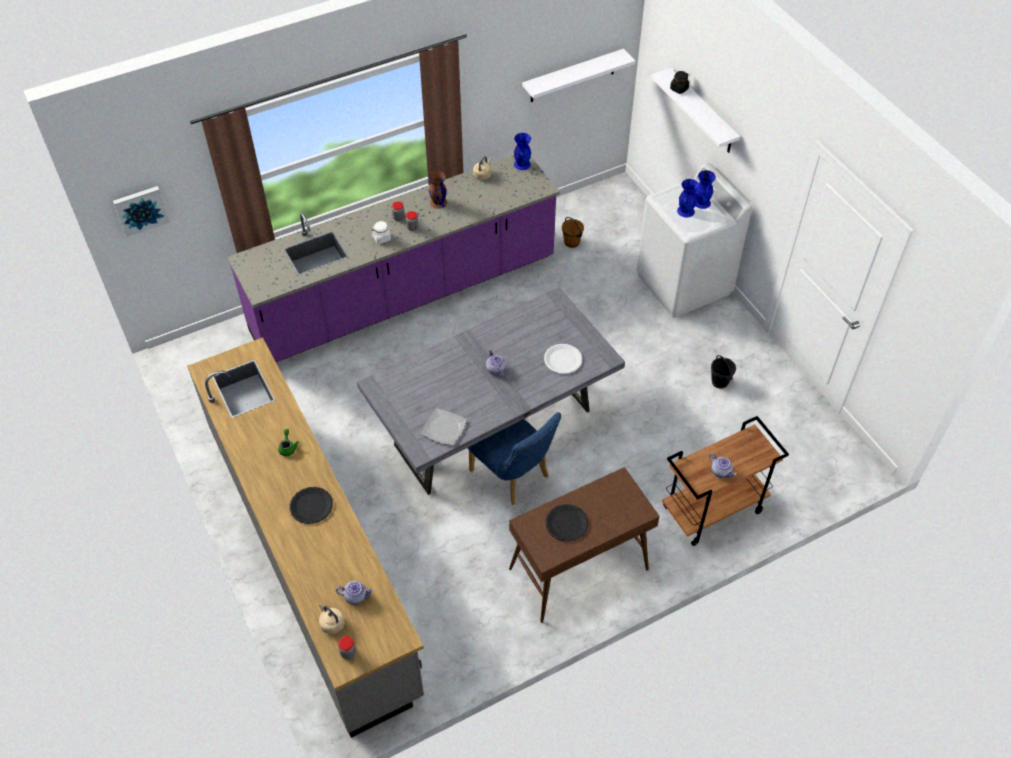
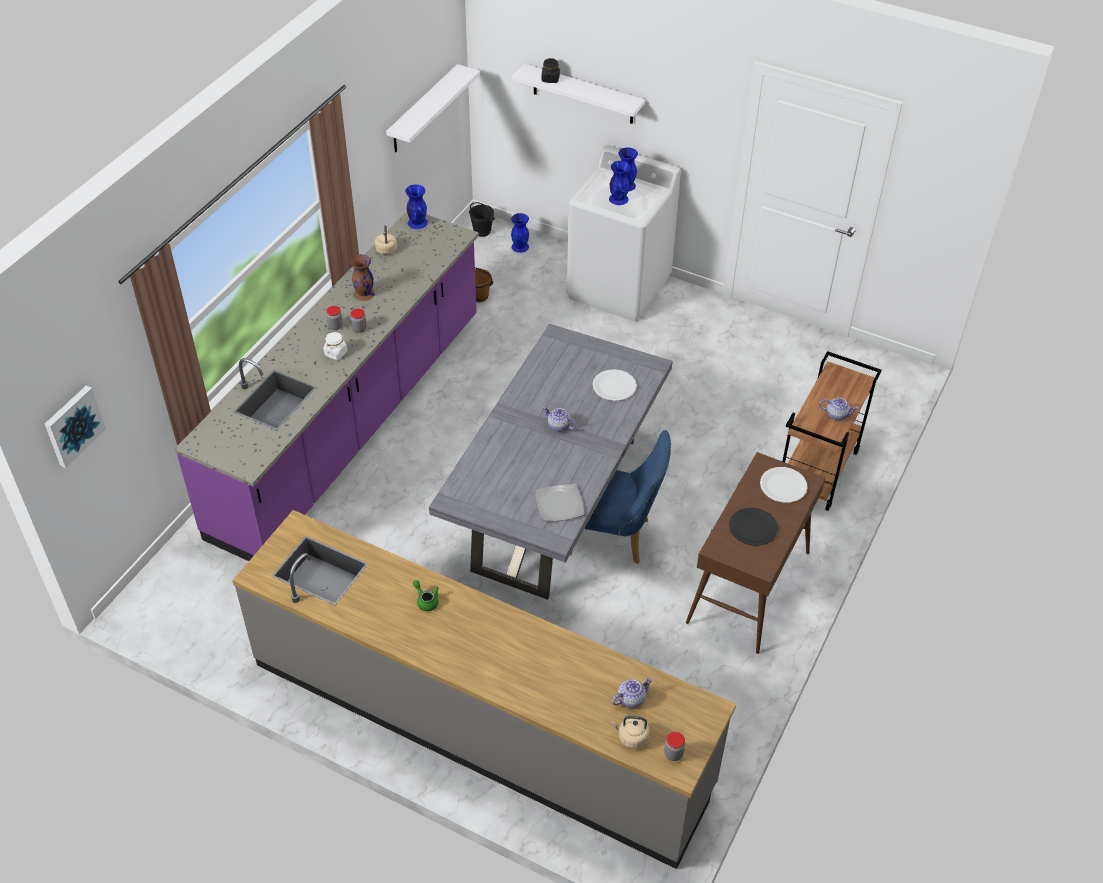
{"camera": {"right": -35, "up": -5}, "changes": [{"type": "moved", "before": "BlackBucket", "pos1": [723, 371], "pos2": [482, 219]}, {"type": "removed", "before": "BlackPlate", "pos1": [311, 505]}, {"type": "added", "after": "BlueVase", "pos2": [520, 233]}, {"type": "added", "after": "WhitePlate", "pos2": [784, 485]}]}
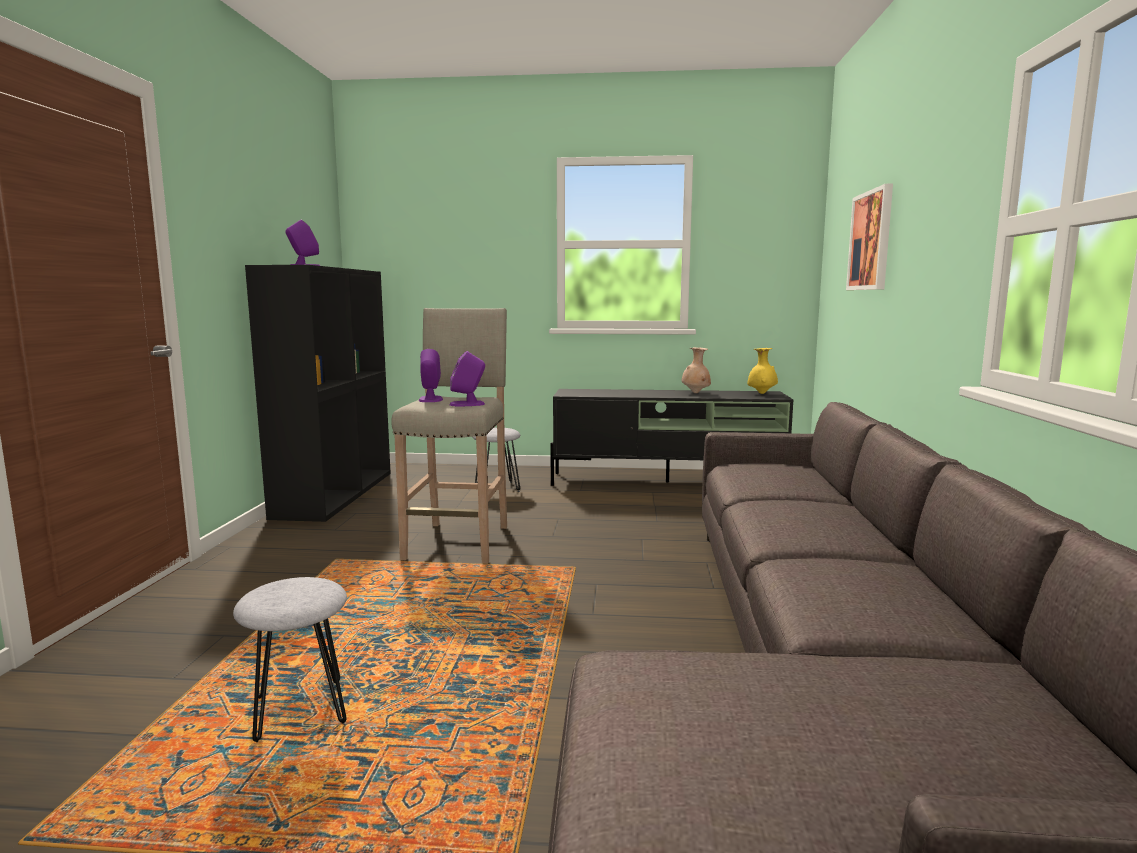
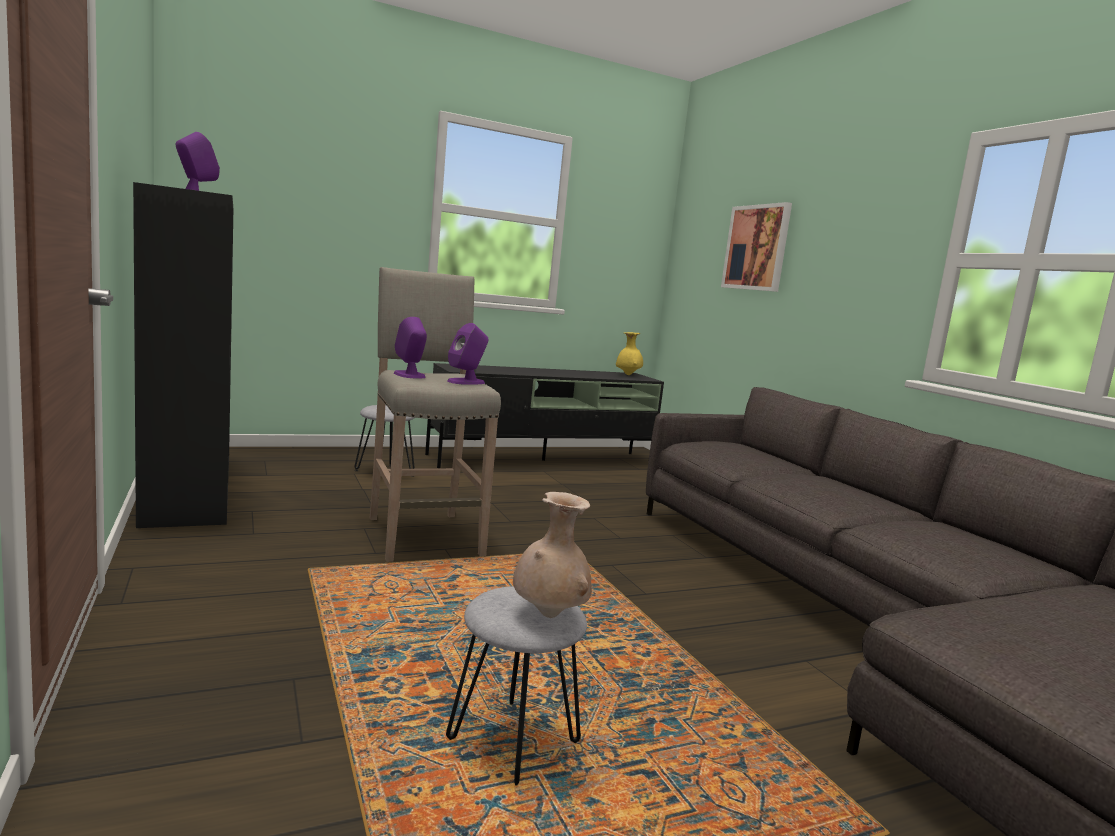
{"camera": {"right": -30, "up": 0}, "changes": [{"type": "moved", "before": "BeigeVase", "pos1": [696, 370], "pos2": [552, 555]}]}
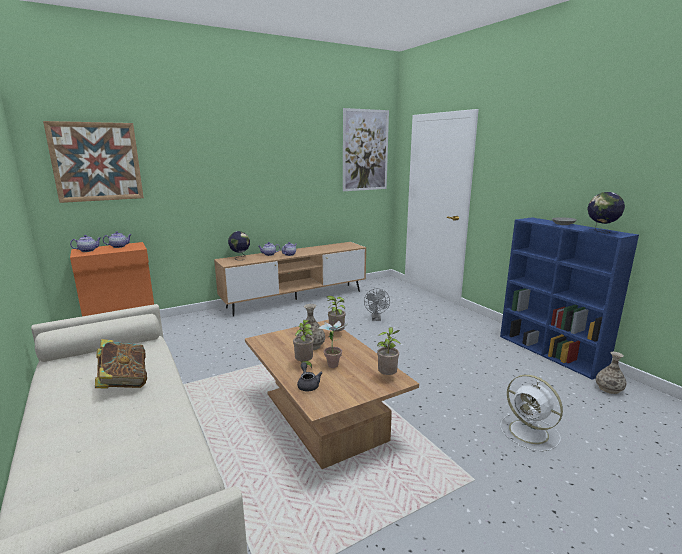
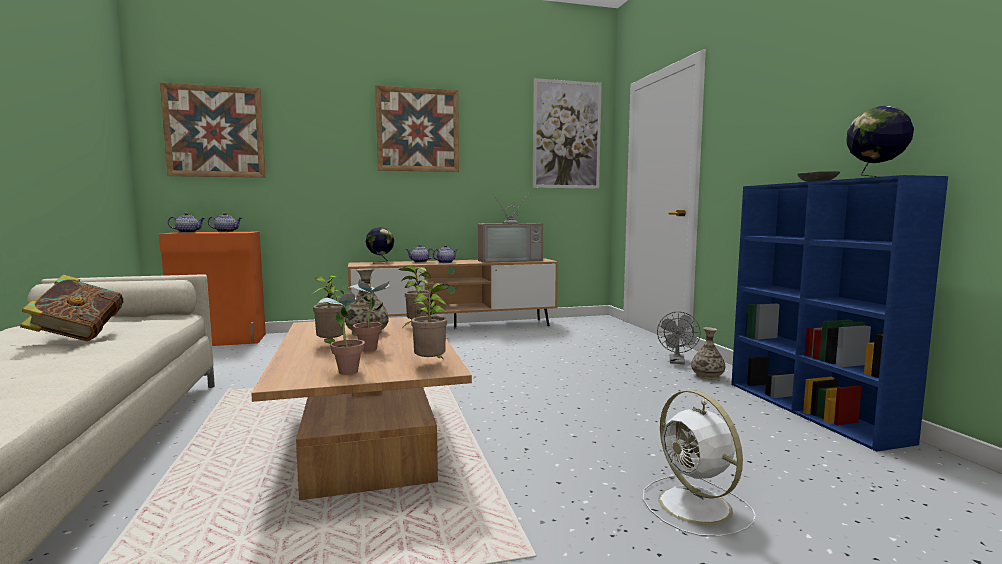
{"camera": {"right": 15, "up": -10}, "changes": [{"type": "moved", "before": "GreyFan", "pos1": [377, 304], "pos2": [679, 337]}, {"type": "moved", "before": "Vase", "pos1": [611, 373], "pos2": [708, 353]}, {"type": "removed", "before": "GreyTeapot", "pos1": [309, 376]}, {"type": "added", "after": "Picture", "pos2": [417, 128]}, {"type": "added", "after": "Television", "pos2": [510, 227]}, {"type": "added", "after": "PottedPlant", "pos2": [344, 330]}]}
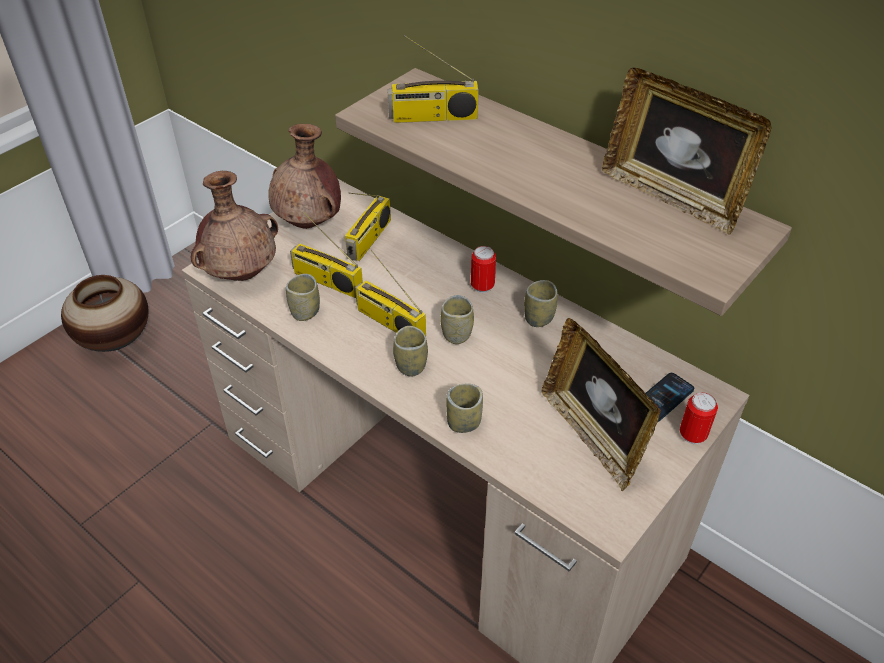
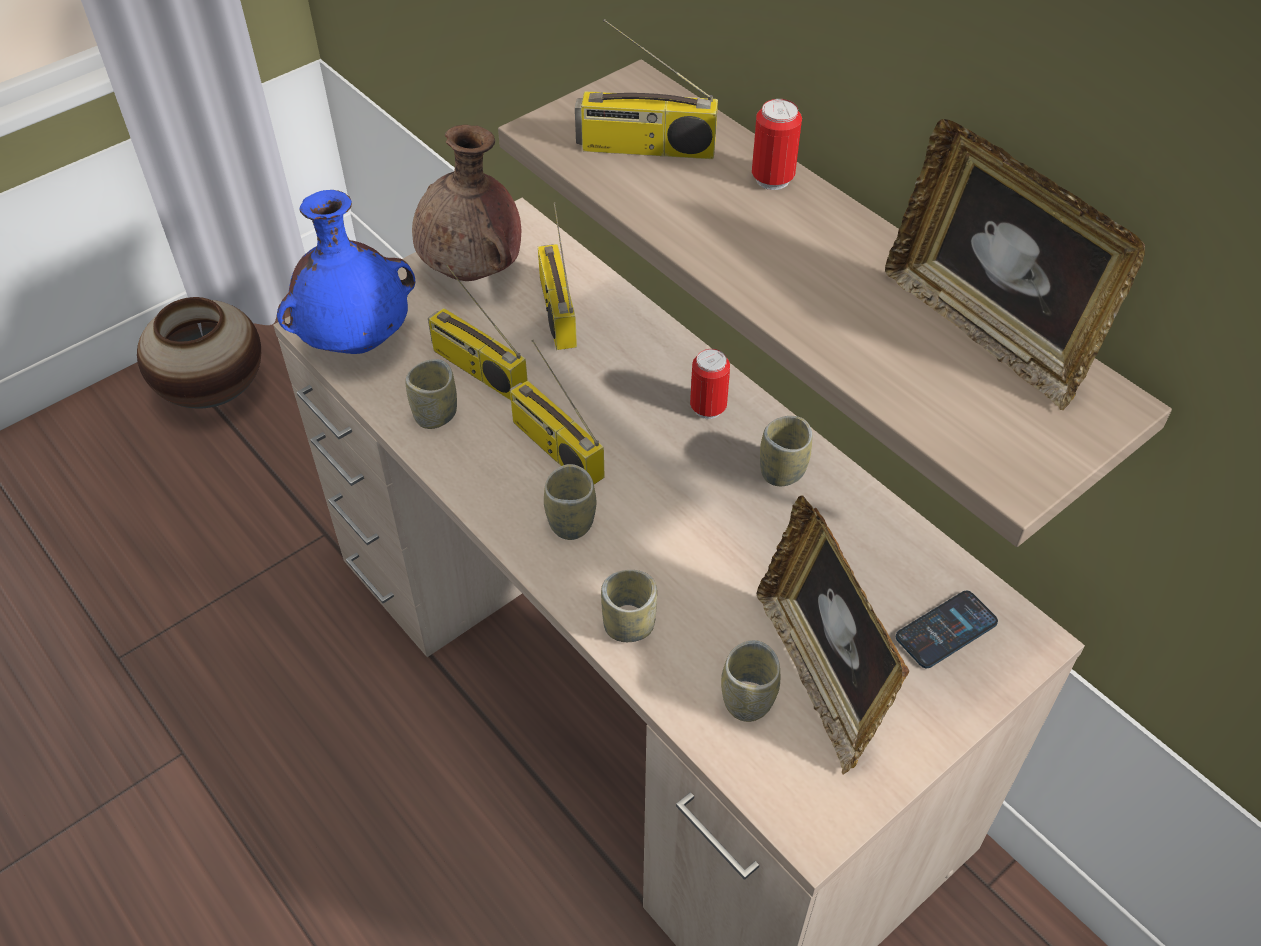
{"camera": {"right": 10, "up": 5}, "changes": [{"type": "recoloured", "before": "BrownVase", "after": "BlueVase", "pos1": [234, 226], "pos2": [346, 272]}, {"type": "turned", "before": "Radio", "pos1": [368, 226], "pos2": [557, 276], "turn": 135}, {"type": "moved", "before": "Cup", "pos1": [457, 319], "pos2": [750, 681]}, {"type": "moved", "before": "Can", "pos1": [699, 418], "pos2": [777, 144]}]}
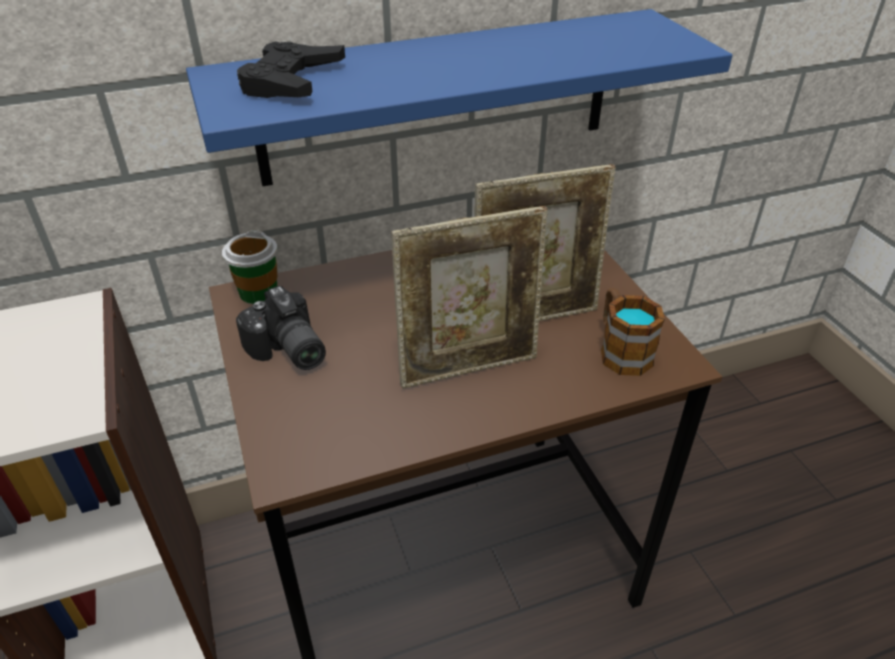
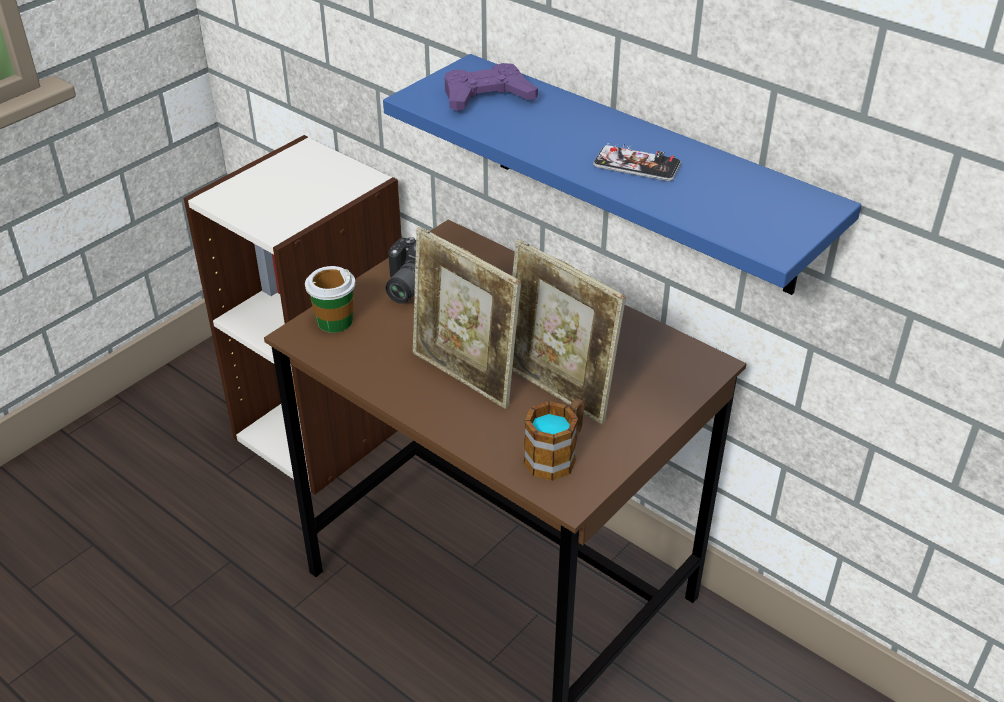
{"camera": {"right": 60, "up": 0}, "changes": [{"type": "recoloured", "before": "BlackGameController", "after": "PurpleGameController", "pos1": [291, 69], "pos2": [491, 87]}, {"type": "moved", "before": "Cup", "pos1": [250, 267], "pos2": [330, 299]}, {"type": "added", "after": "Phone", "pos2": [637, 162]}]}
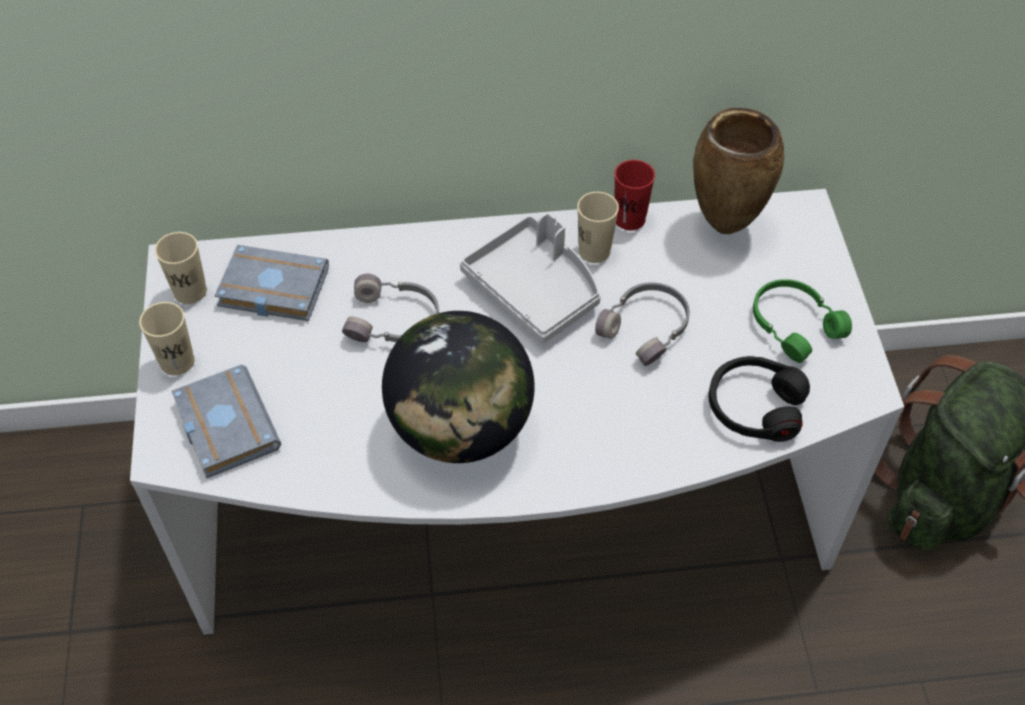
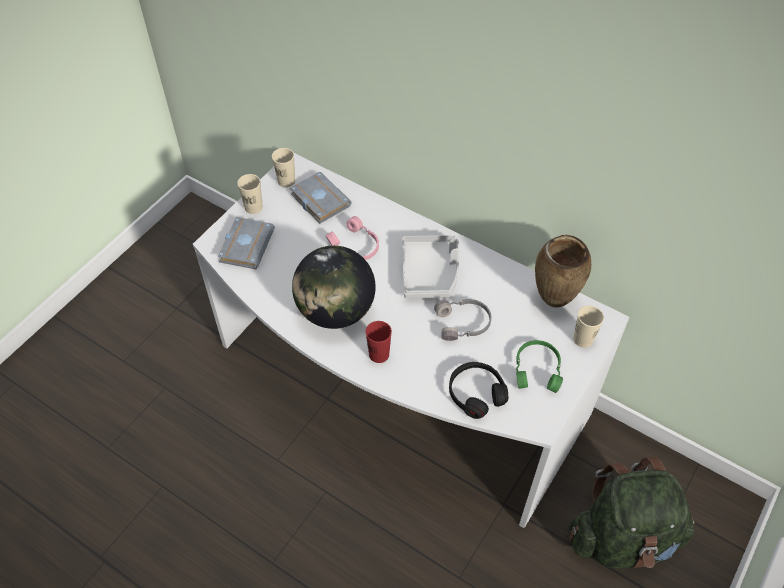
{"camera": {"right": 40, "up": 0}, "changes": [{"type": "moved", "before": "RedCup", "pos1": [634, 195], "pos2": [378, 342]}, {"type": "moved", "before": "BeigeCup", "pos1": [598, 227], "pos2": [588, 327]}, {"type": "recoloured", "before": "GreyHeadphones", "after": "PinkHeadphones", "pos1": [390, 308], "pos2": [352, 238]}]}
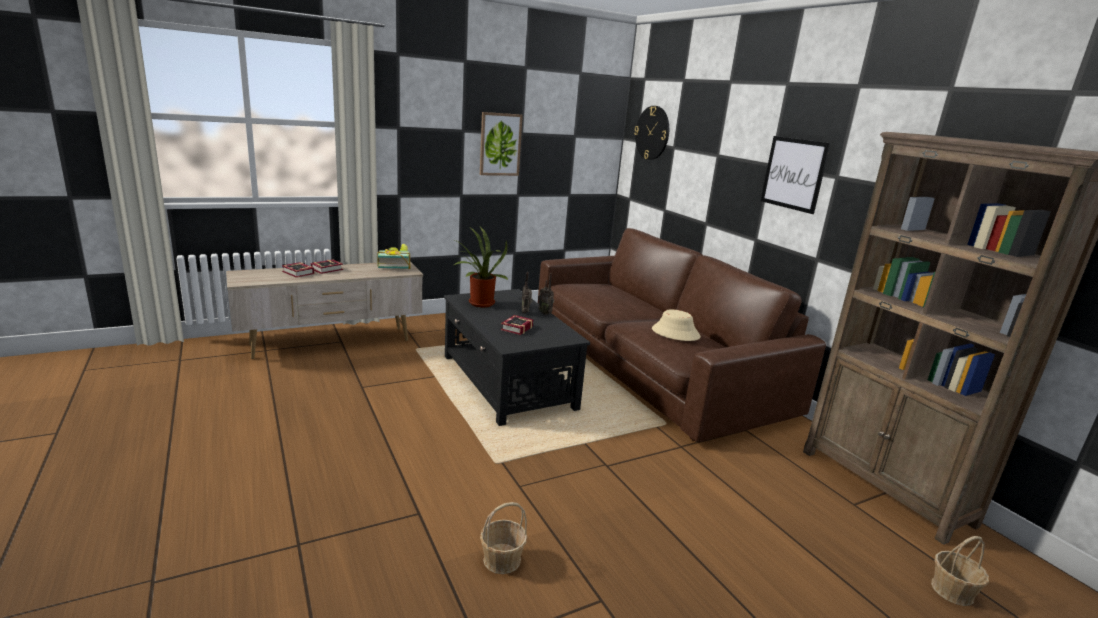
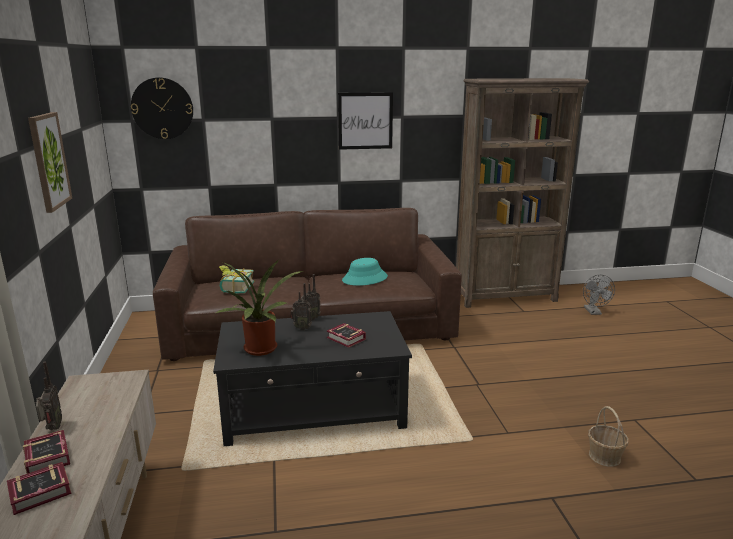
{"camera": {"right": -70, "up": 0}, "changes": [{"type": "moved", "before": "Book", "pos1": [394, 256], "pos2": [236, 279]}, {"type": "recoloured", "before": "BeigeHat", "after": "TurquoiseHat", "pos1": [676, 325], "pos2": [365, 272]}, {"type": "replaced", "before": "Basket", "after": "GreyFan", "pos1": [960, 571], "pos2": [599, 295]}, {"type": "added", "after": "Radio", "pos2": [49, 395]}]}
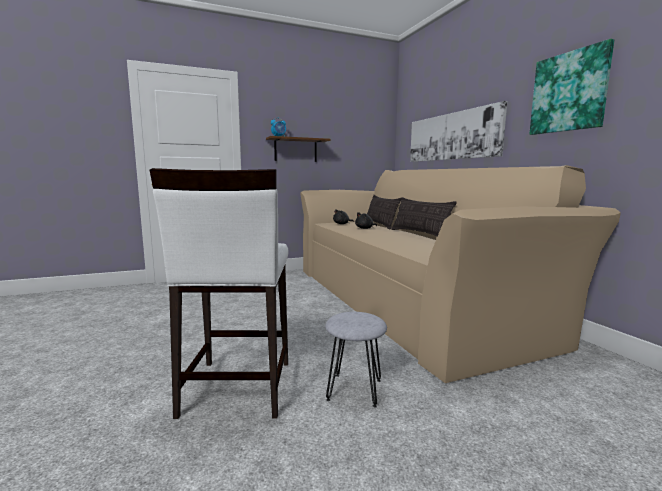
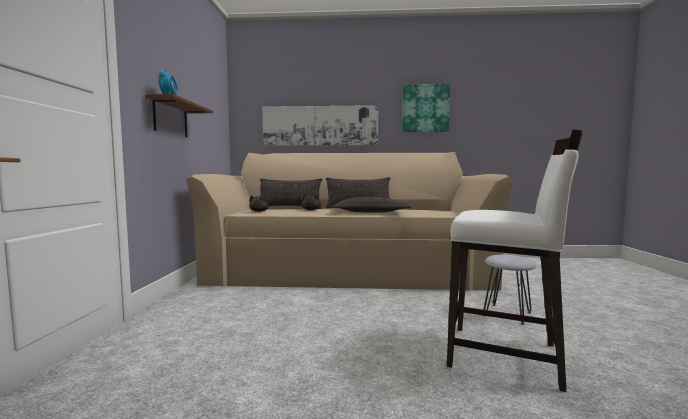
{"camera": {"right": -65, "up": -5}, "changes": [{"type": "added", "after": "Pillow", "pos2": [371, 205]}]}
